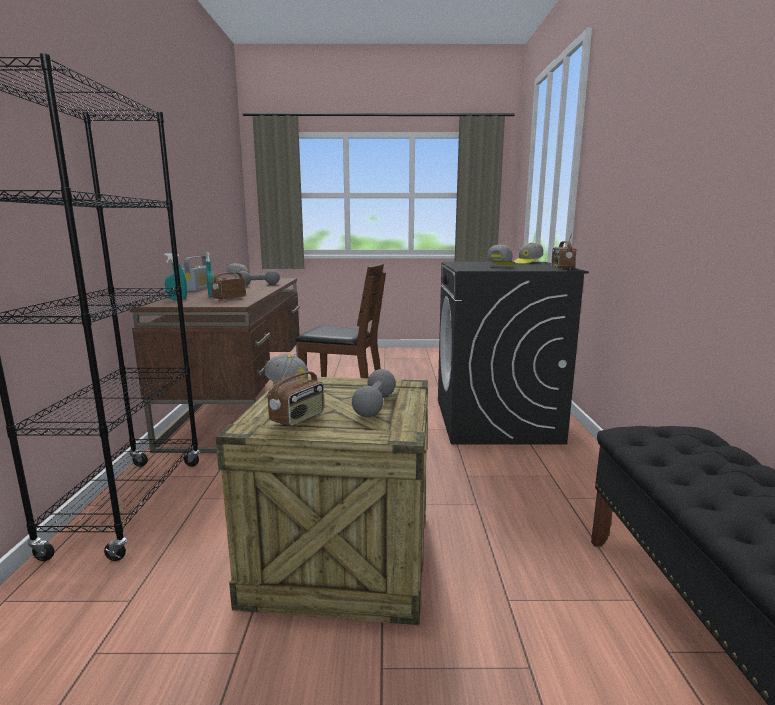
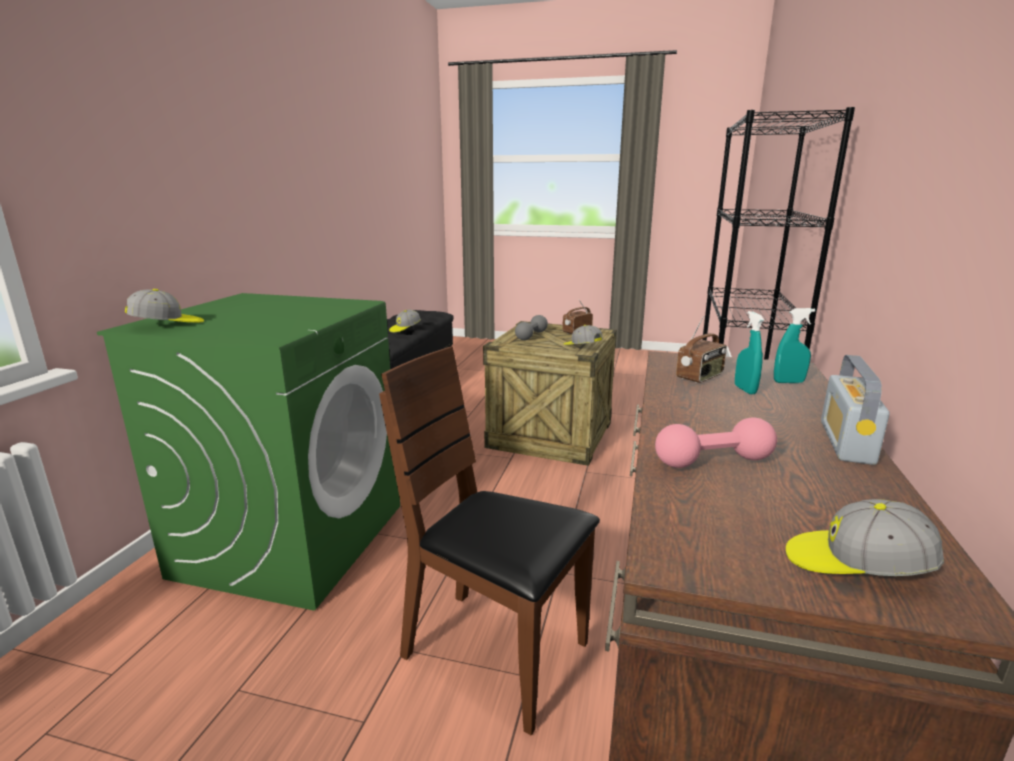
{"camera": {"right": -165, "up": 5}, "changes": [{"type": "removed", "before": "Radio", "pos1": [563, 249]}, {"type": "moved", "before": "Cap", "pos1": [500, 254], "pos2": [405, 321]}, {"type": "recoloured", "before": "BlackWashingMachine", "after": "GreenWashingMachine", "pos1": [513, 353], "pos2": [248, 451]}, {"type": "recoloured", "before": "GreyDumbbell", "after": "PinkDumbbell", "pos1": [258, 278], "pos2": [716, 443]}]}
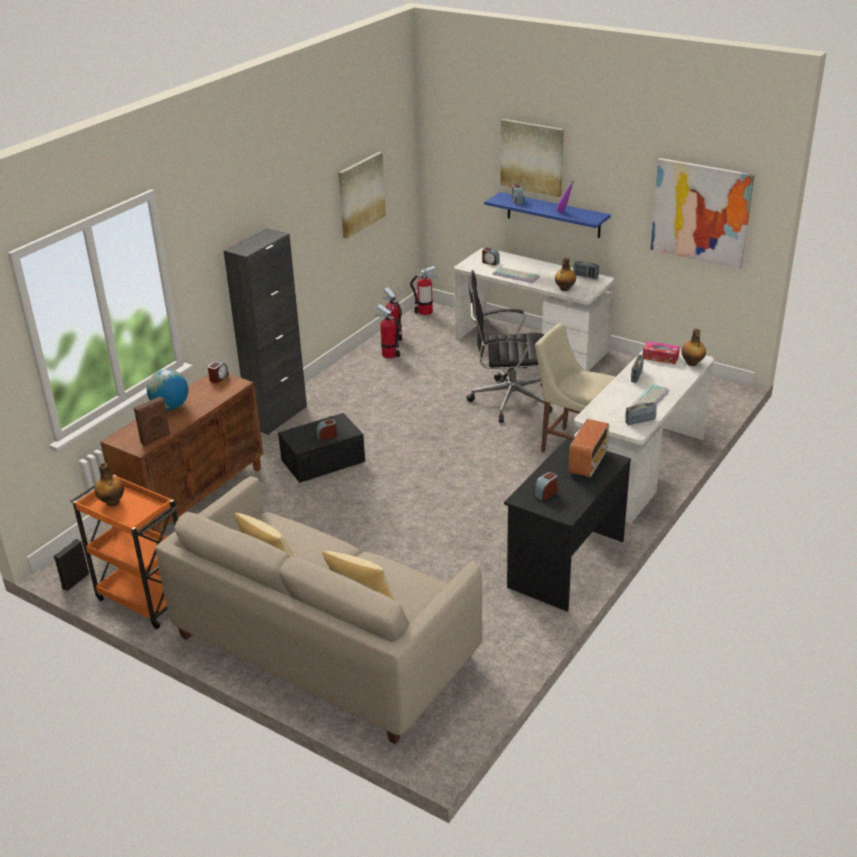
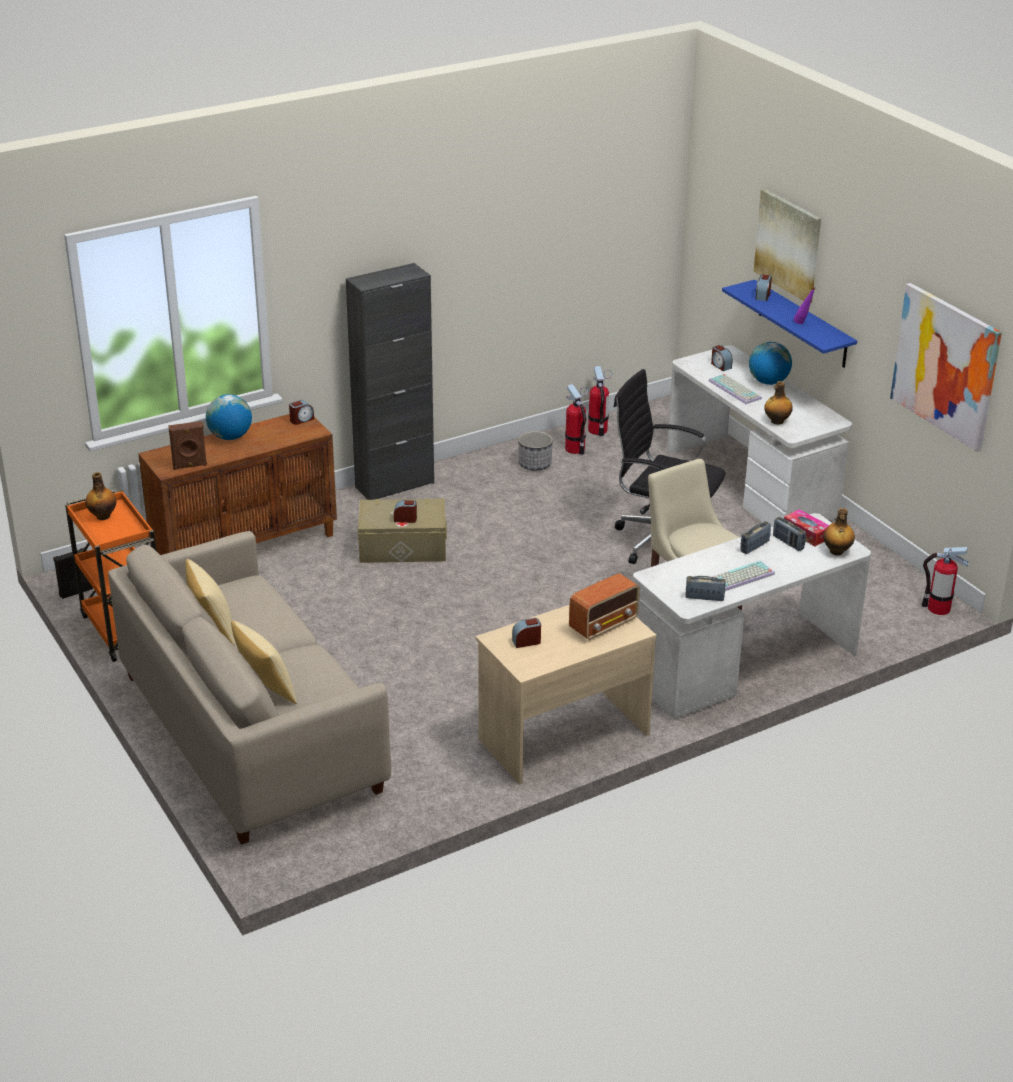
{"camera": {"right": 25, "up": 0}, "changes": [{"type": "removed", "before": "Picture", "pos1": [362, 195]}, {"type": "moved", "before": "Radio", "pos1": [586, 270], "pos2": [789, 534]}, {"type": "moved", "before": "FireExtinguisher", "pos1": [424, 290], "pos2": [945, 581]}, {"type": "recoloured", "before": "BlackStorageBox", "after": "BeigeStorageBox", "pos1": [321, 448], "pos2": [402, 530]}, {"type": "recoloured", "before": "BlackDesk", "after": "BeigeDesk", "pos1": [567, 524], "pos2": [565, 695]}, {"type": "added", "after": "Globe", "pos2": [770, 363]}, {"type": "added", "after": "Planter", "pos2": [535, 451]}]}
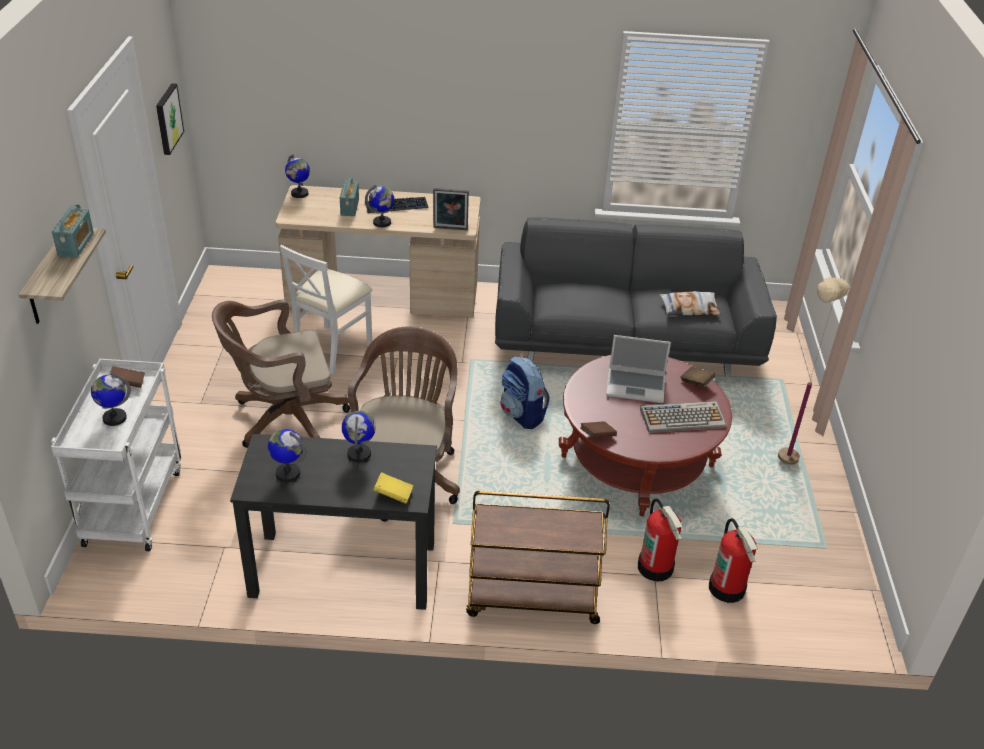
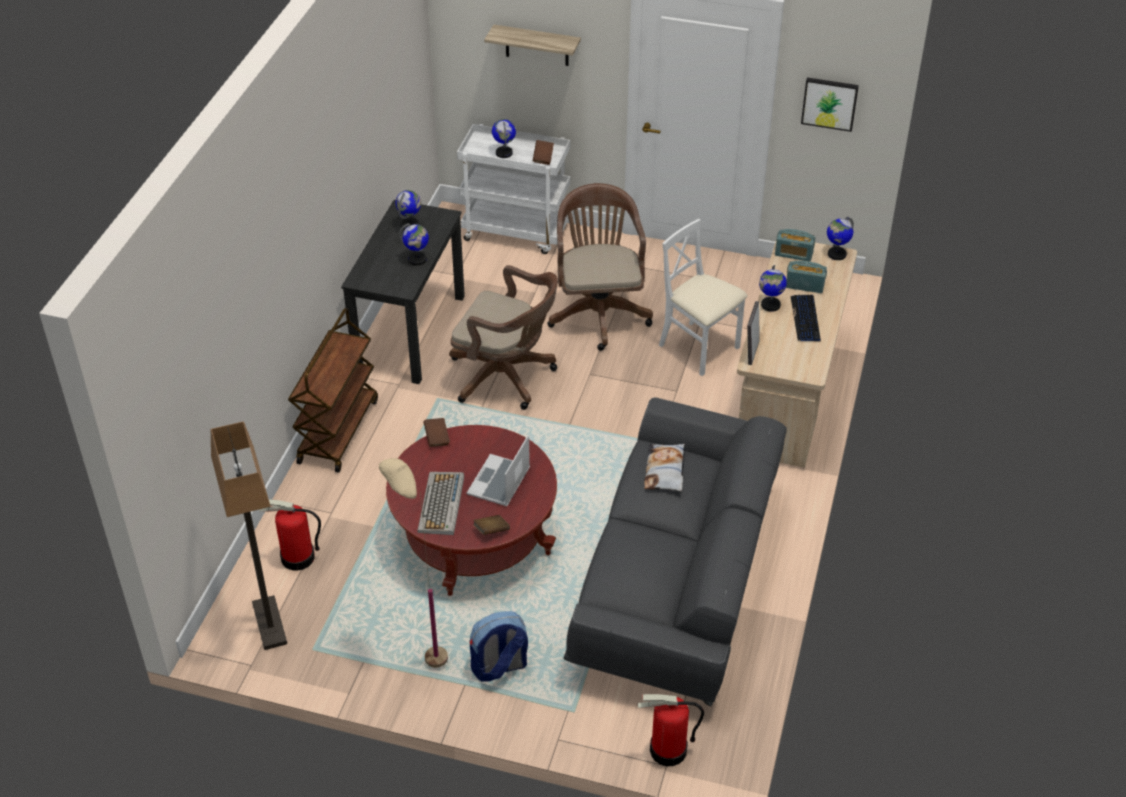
{"camera": {"right": 105, "up": 5}, "changes": [{"type": "moved", "before": "Radio", "pos1": [73, 231], "pos2": [795, 245]}, {"type": "moved", "before": "Pillow", "pos1": [690, 303], "pos2": [665, 467]}, {"type": "moved", "before": "Backpack", "pos1": [525, 392], "pos2": [499, 646]}, {"type": "removed", "before": "YellowBook", "pos1": [393, 488]}, {"type": "moved", "before": "FireExtinguisher", "pos1": [660, 539], "pos2": [671, 730]}, {"type": "added", "after": "FloorLamp", "pos2": [249, 535]}]}
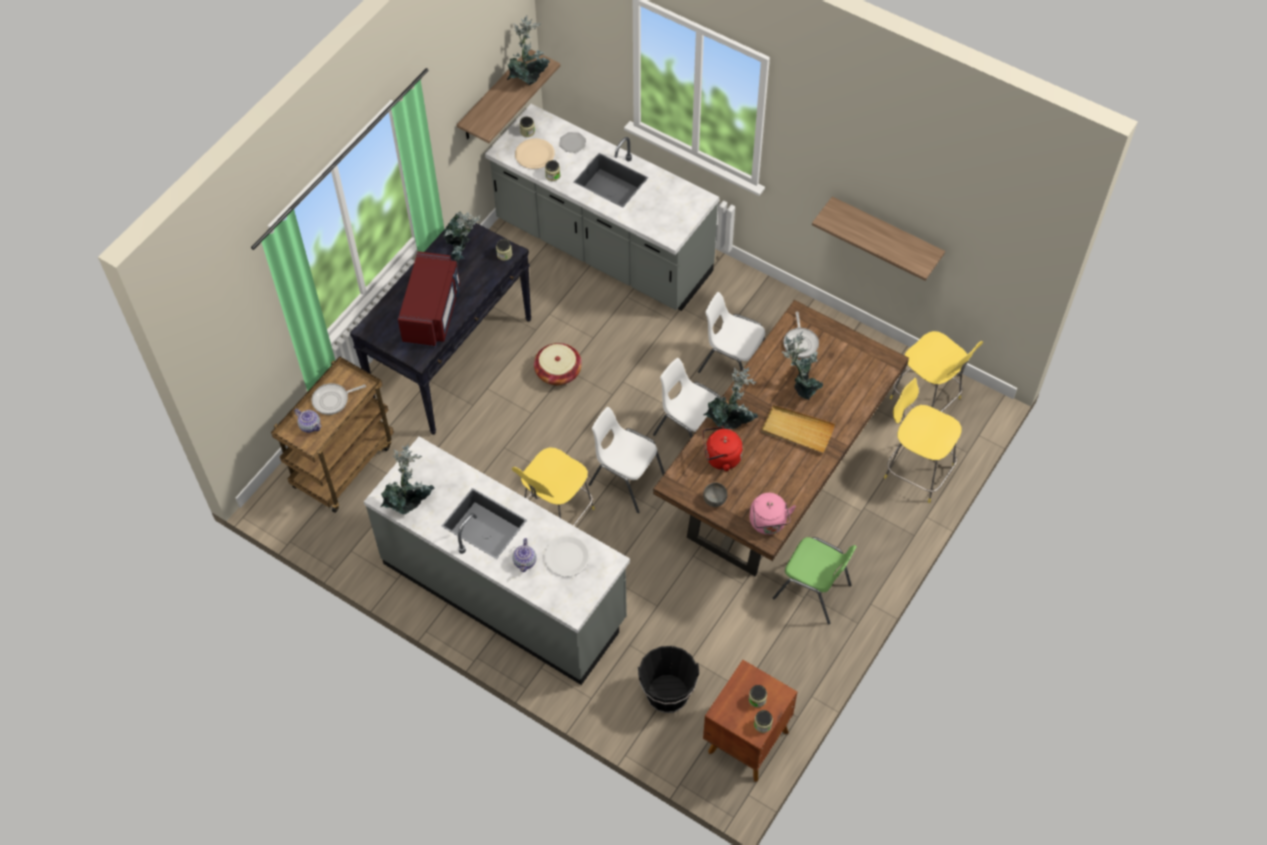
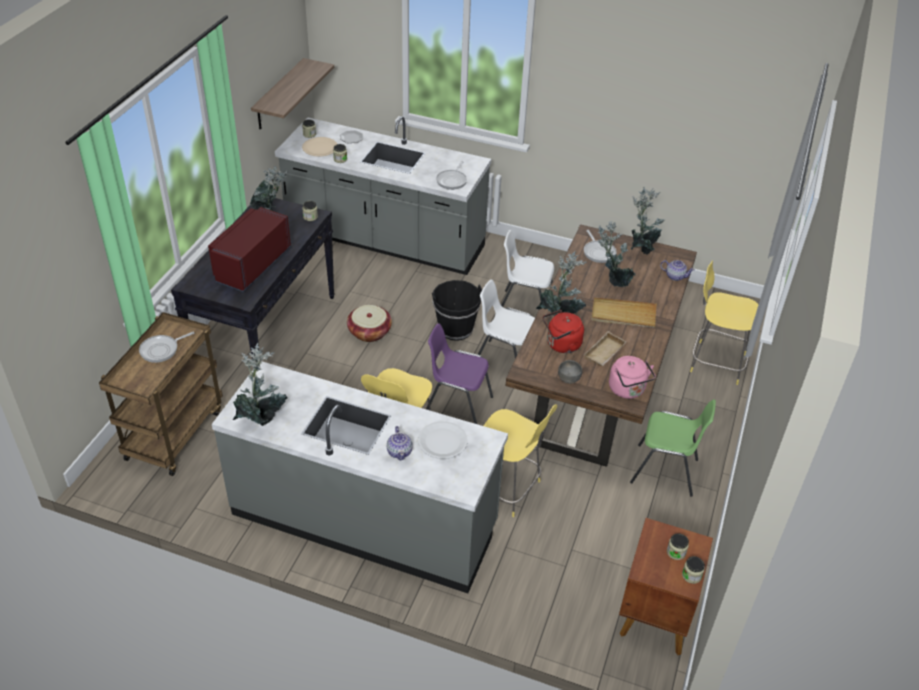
{"camera": {"right": -15, "up": -15}, "changes": [{"type": "moved", "before": "PottedPlant", "pos1": [528, 50], "pos2": [648, 221]}, {"type": "removed", "before": "Shelf", "pos1": [878, 238]}, {"type": "turned", "before": "RedMicrowave", "pos1": [429, 299], "pos2": [249, 249], "turn": -150}, {"type": "moved", "before": "YellowStool", "pos1": [936, 371], "pos2": [520, 460]}, {"type": "recoloured", "before": "WhiteChair", "after": "PurpleChair", "pos1": [626, 460], "pos2": [459, 373]}, {"type": "moved", "before": "Teapot", "pos1": [307, 421], "pos2": [677, 270]}, {"type": "moved", "before": "BlackBucket", "pos1": [668, 679], "pos2": [457, 310]}, {"type": "added", "after": "FryingPan", "pos2": [451, 175]}, {"type": "added", "after": "BeigeTray", "pos2": [605, 348]}]}
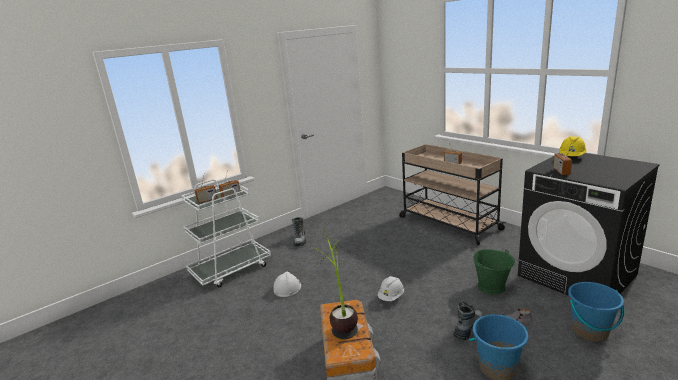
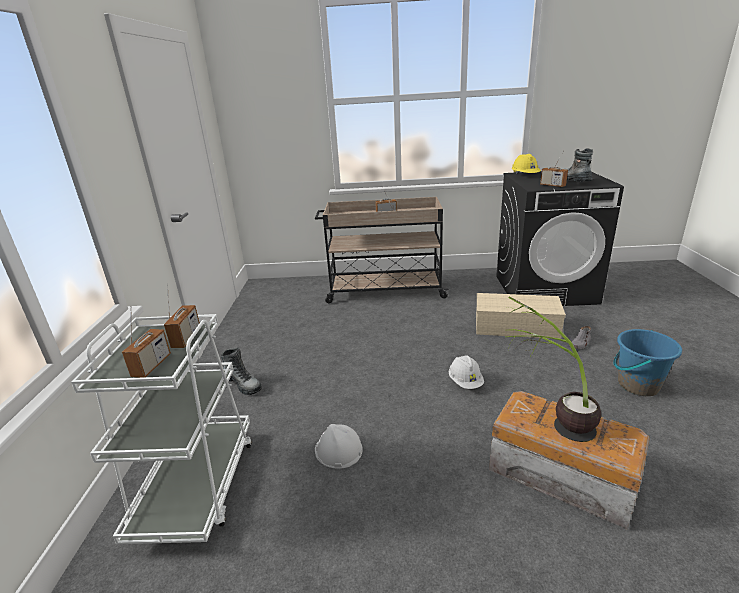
{"camera": {"right": -50, "up": 5}, "changes": [{"type": "replaced", "before": "GreenBucket", "after": "BeigeStorageBox", "pos1": [494, 272], "pos2": [521, 316]}, {"type": "removed", "before": "BlueBucket", "pos1": [596, 312]}, {"type": "moved", "before": "Boot", "pos1": [468, 321], "pos2": [579, 165]}]}
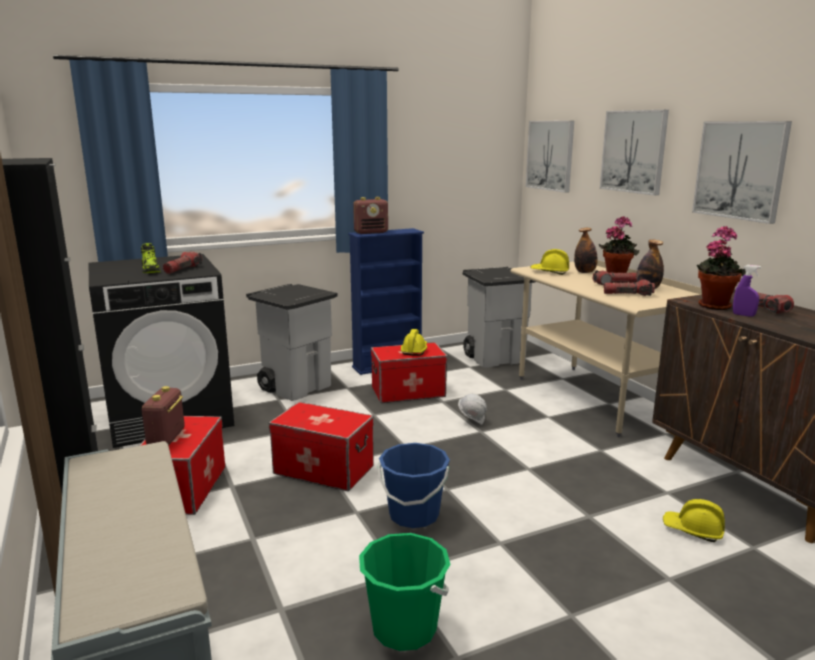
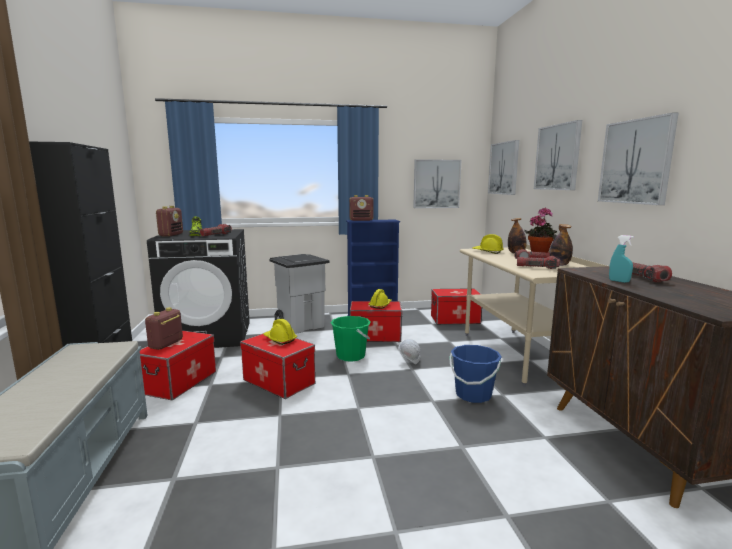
{"camera": {"right": 15, "up": -5}, "changes": [{"type": "removed", "before": "PottedPlant", "pos1": [721, 268]}, {"type": "recoloured", "before": "PurpleSprayBottle", "after": "TurquoiseSprayBottle", "pos1": [747, 291], "pos2": [621, 259]}, {"type": "replaced", "before": "GreyTrashCan", "after": "StorageBox", "pos1": [499, 317], "pos2": [456, 306]}, {"type": "moved", "before": "BlueBucket", "pos1": [413, 485], "pos2": [475, 374]}, {"type": "moved", "before": "YellowHardHat", "pos1": [694, 520], "pos2": [280, 332]}, {"type": "moved", "before": "GreenBucket", "pos1": [405, 592], "pos2": [351, 339]}, {"type": "added", "after": "Picture", "pos2": [437, 183]}, {"type": "added", "after": "Radio", "pos2": [169, 221]}]}
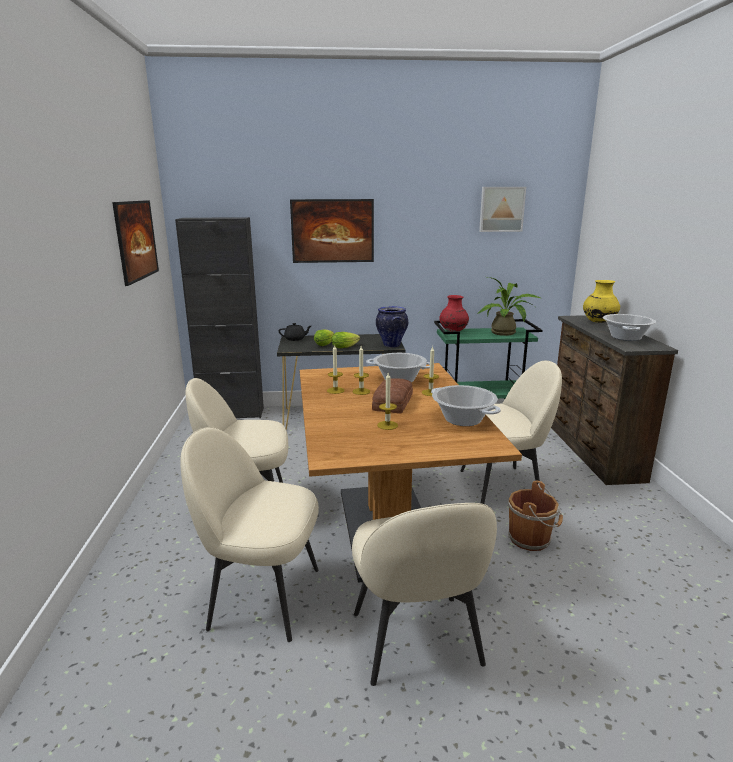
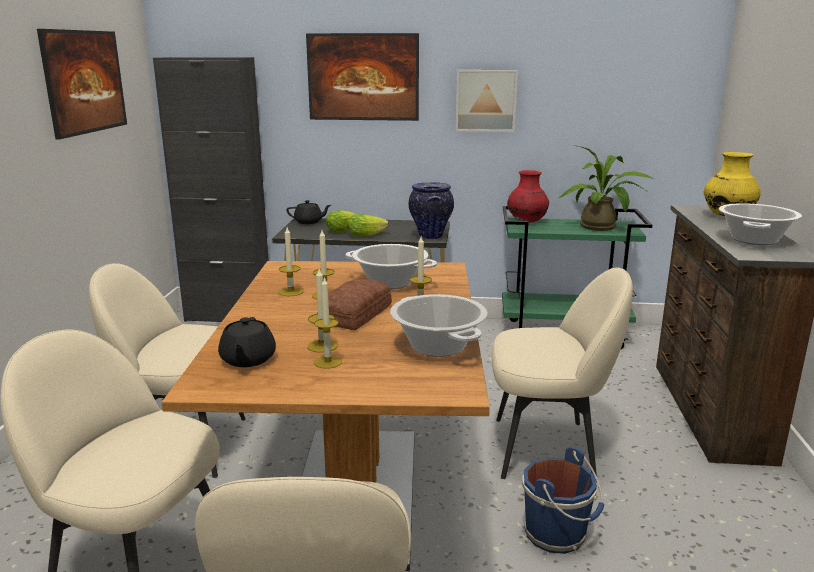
{"camera": {"right": 10, "up": 0}, "changes": [{"type": "moved", "before": "Picture", "pos1": [502, 209], "pos2": [487, 101]}, {"type": "recoloured", "before": "BrownBucket", "after": "BlueBucket", "pos1": [535, 516], "pos2": [563, 500]}, {"type": "added", "after": "Candle", "pos2": [328, 322]}, {"type": "added", "after": "BlackTeapot", "pos2": [247, 342]}]}
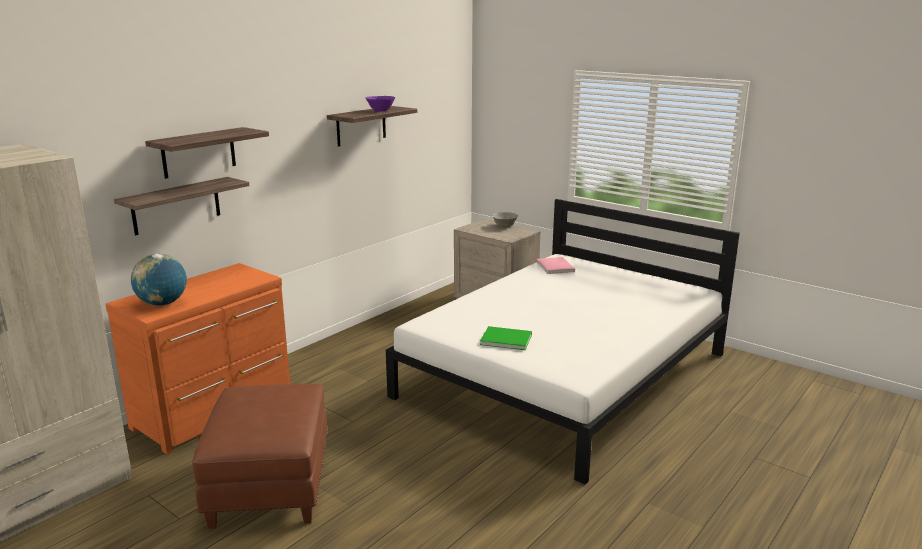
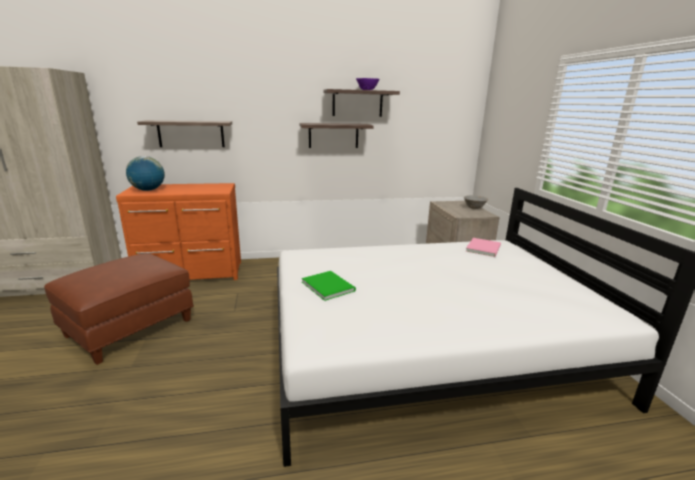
{"camera": {"right": 40, "up": 0}, "changes": [{"type": "moved", "before": "Shelf", "pos1": [207, 153], "pos2": [337, 135]}]}
